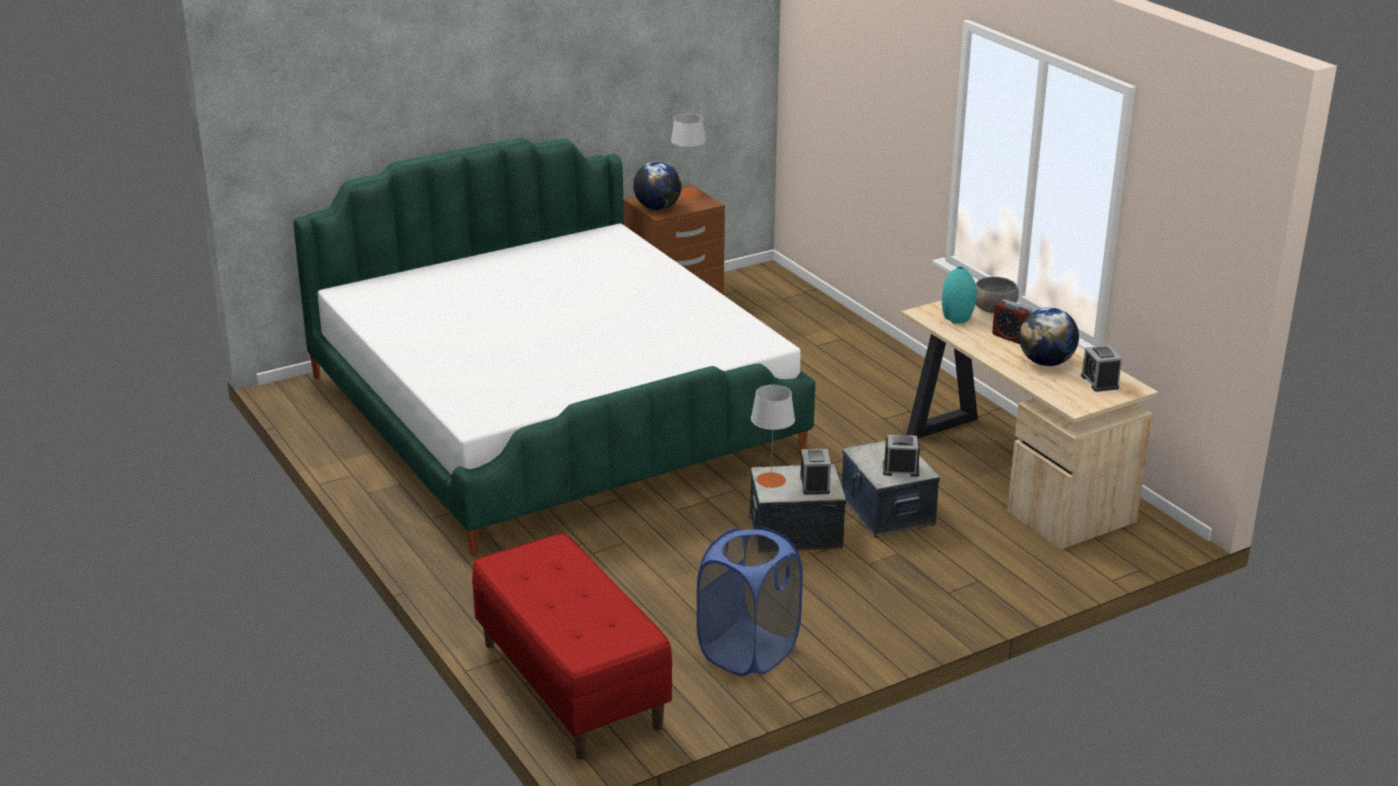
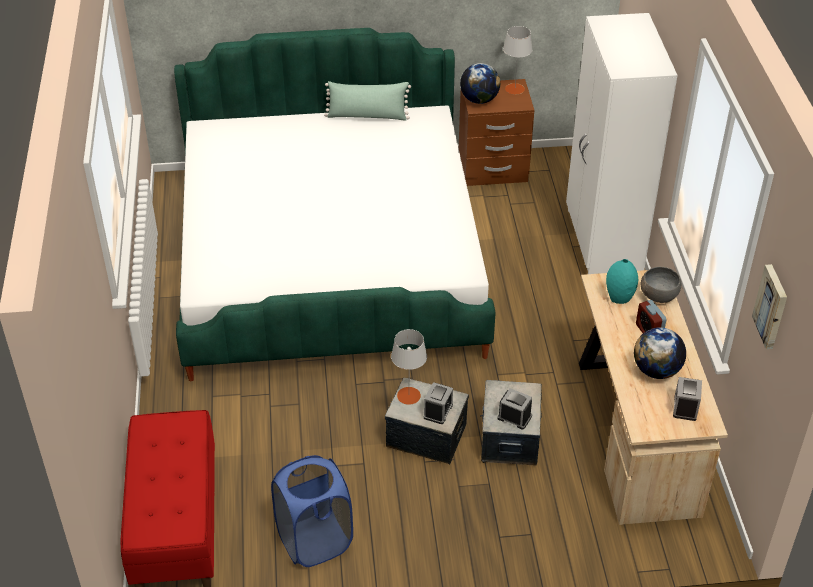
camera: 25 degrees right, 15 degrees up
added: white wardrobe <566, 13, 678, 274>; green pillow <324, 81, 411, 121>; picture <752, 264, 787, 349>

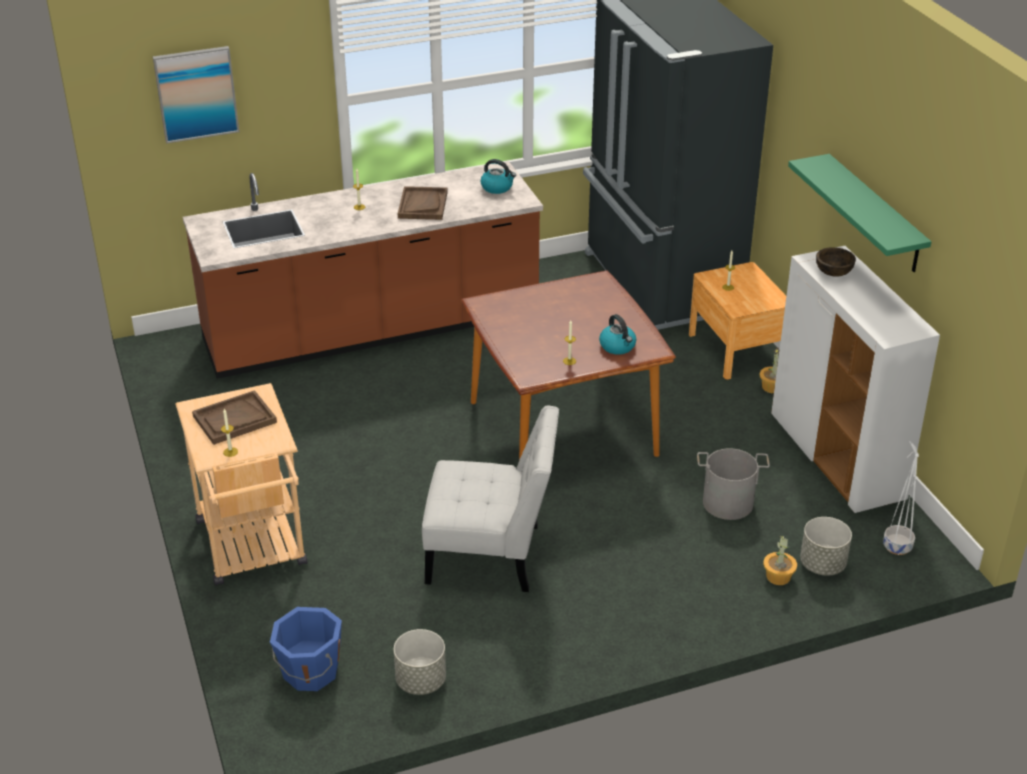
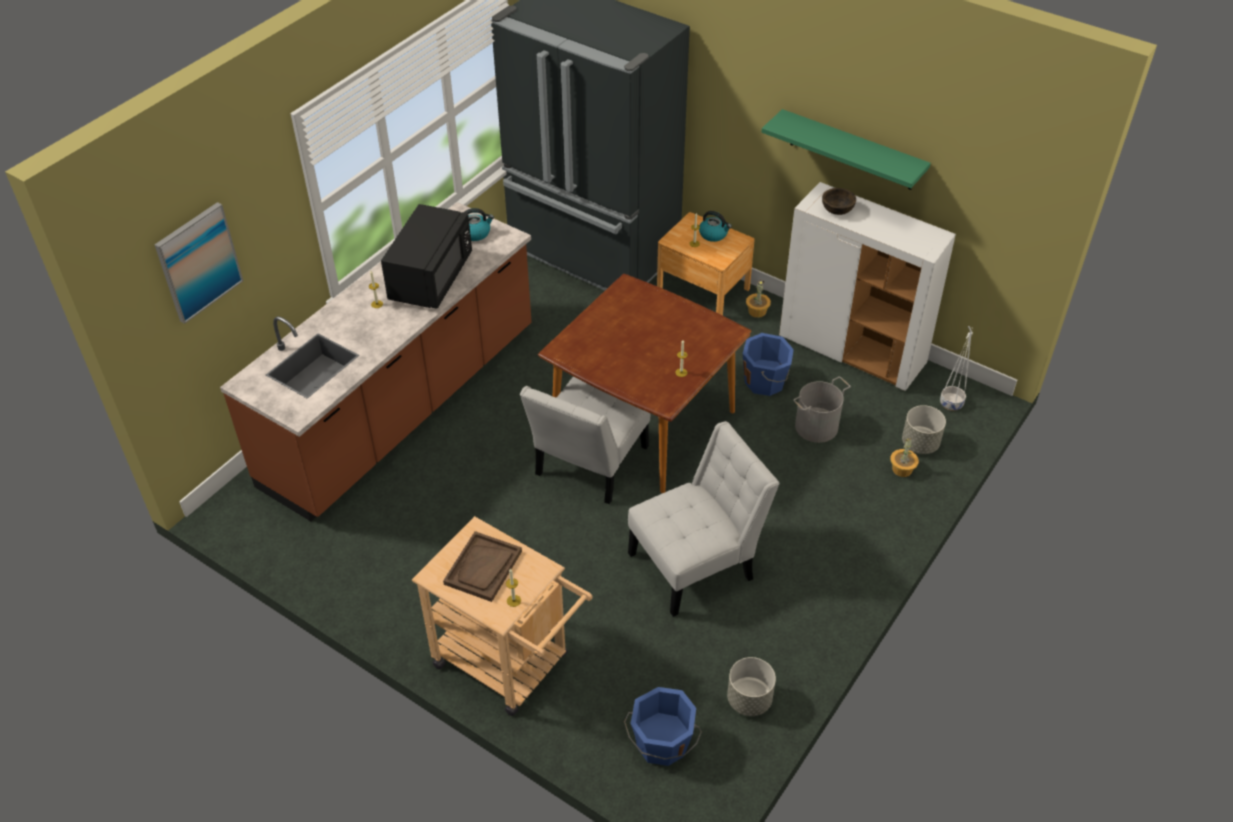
camera: 35 degrees left, 10 degrees up
added: blue bucket <743, 333, 794, 396>; white chair <520, 376, 651, 504>
moved: kettle <599, 314, 636, 355> to <699, 211, 732, 242>
replaced: brown tray <398, 186, 447, 220> to black microwave <381, 204, 472, 309>

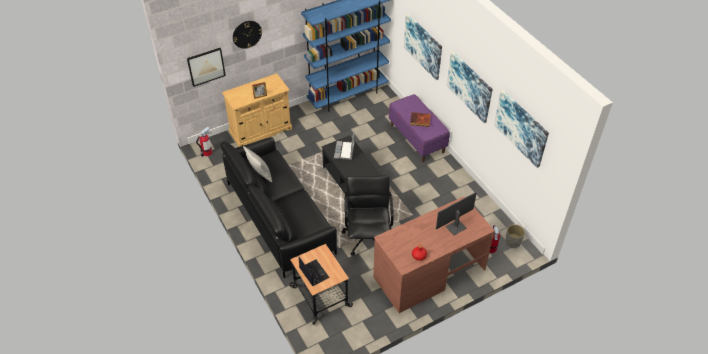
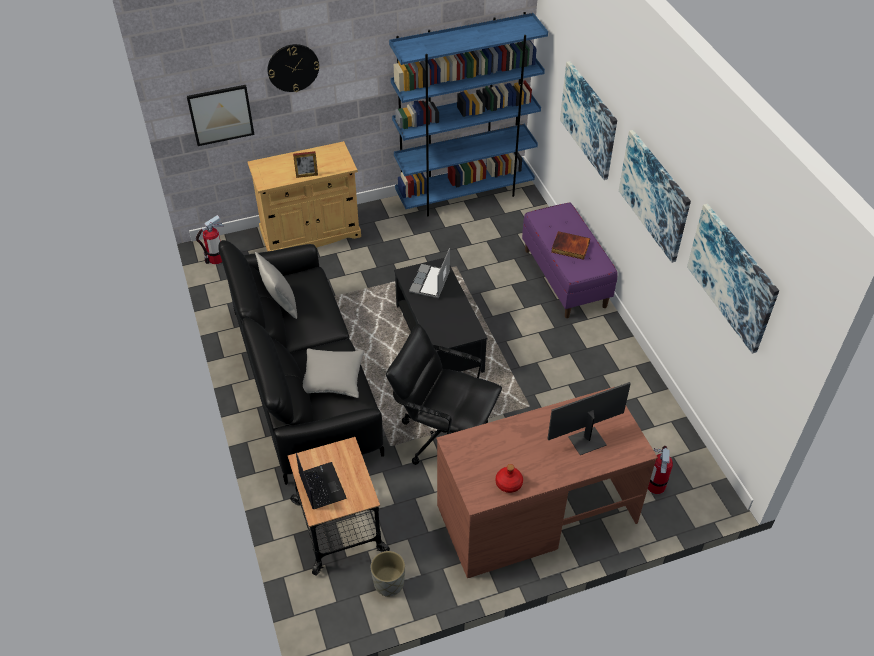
camera: 10 degrees right, 0 degrees up
added: grey pillow <303, 348, 364, 398>
moved: grey planter <505, 224, 525, 248> to <371, 551, 405, 597>
turned: black office chair <341, 175, 394, 256> = <386, 324, 502, 465> 75 degrees counterclockwise

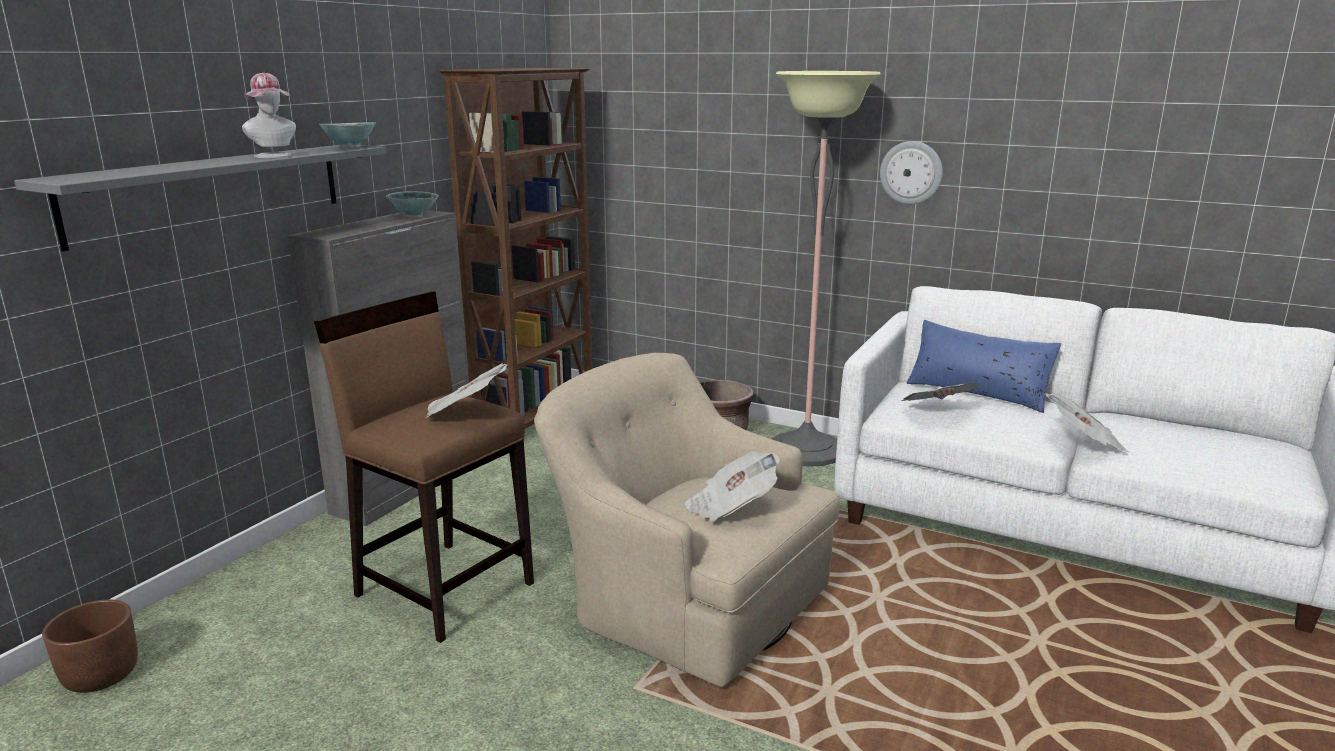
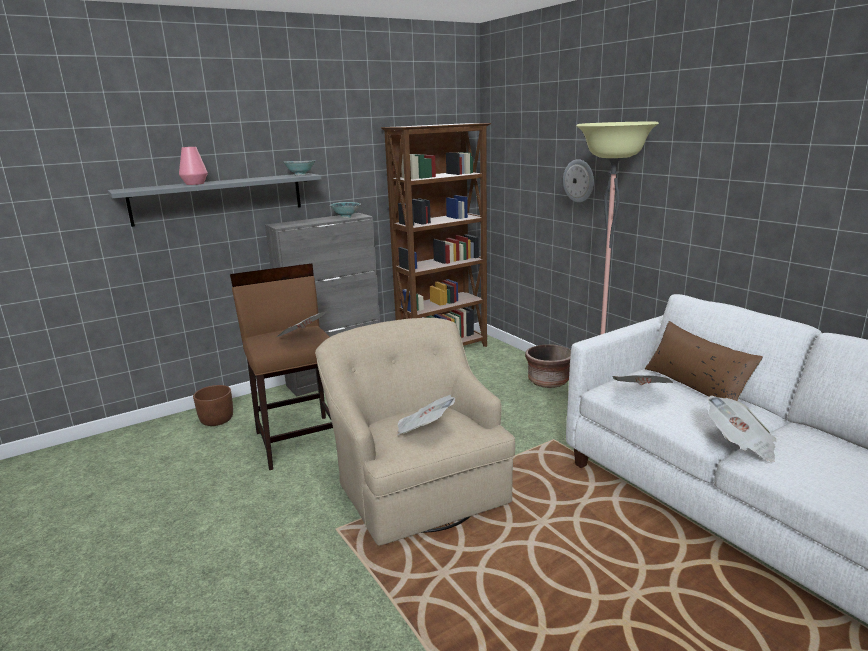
camera: 30 degrees right, 0 degrees up
removed: hat <242, 73, 296, 158>
added: pink vase <179, 147, 208, 185>
moved: wall clock <880, 141, 943, 204> to <563, 159, 594, 202>; brown planter <42, 600, 138, 693> to <193, 385, 233, 426>
recoloured: blue pillow <907, 320, 1061, 413> to brown pillow <645, 321, 763, 401>

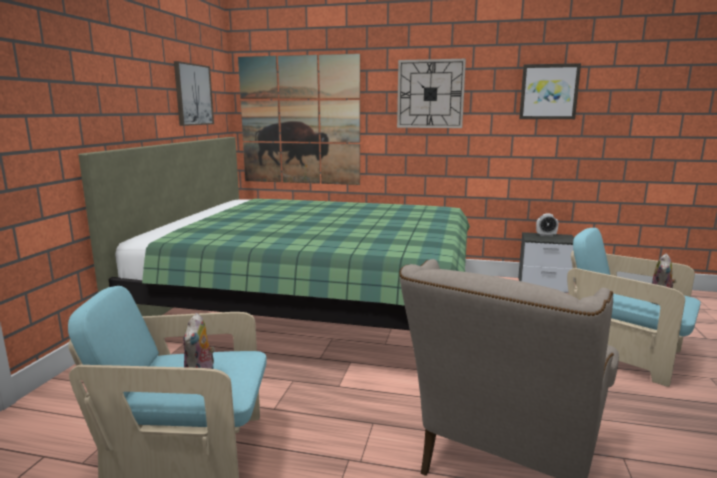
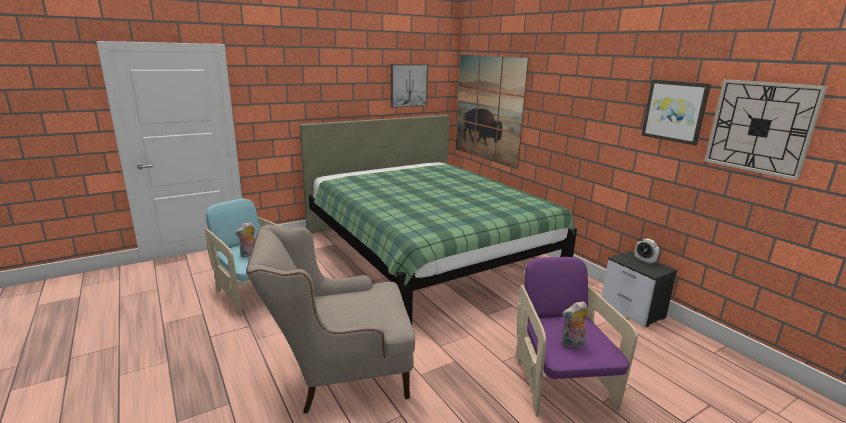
camera: 45 degrees right, 5 degrees up
moved: wall clock <397, 59, 466, 128> to <704, 79, 828, 181>
recoloured: turquoise armchair <567, 228, 701, 387> to purple armchair <516, 257, 638, 417>

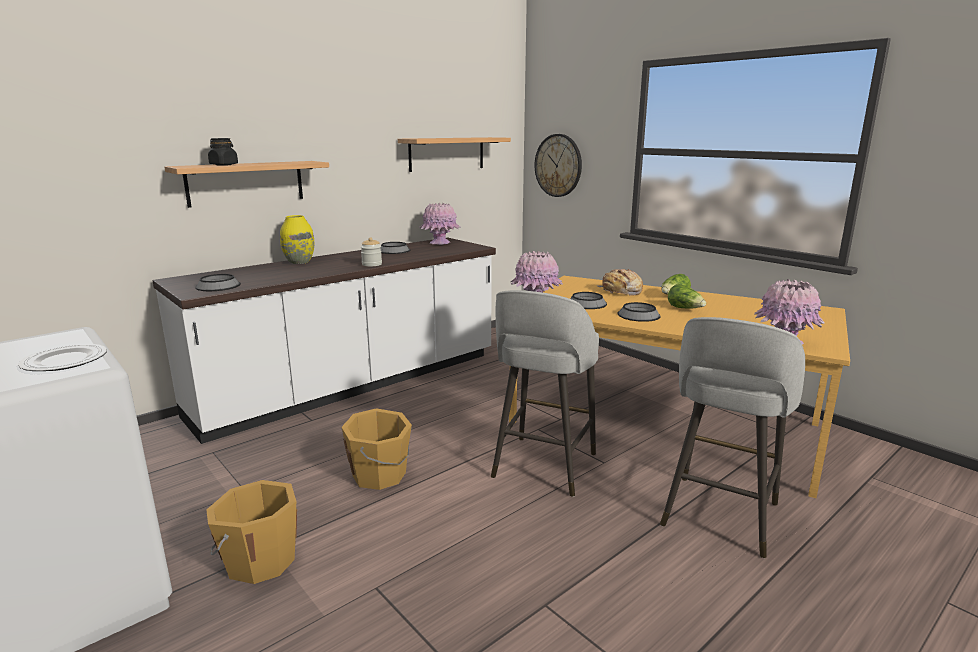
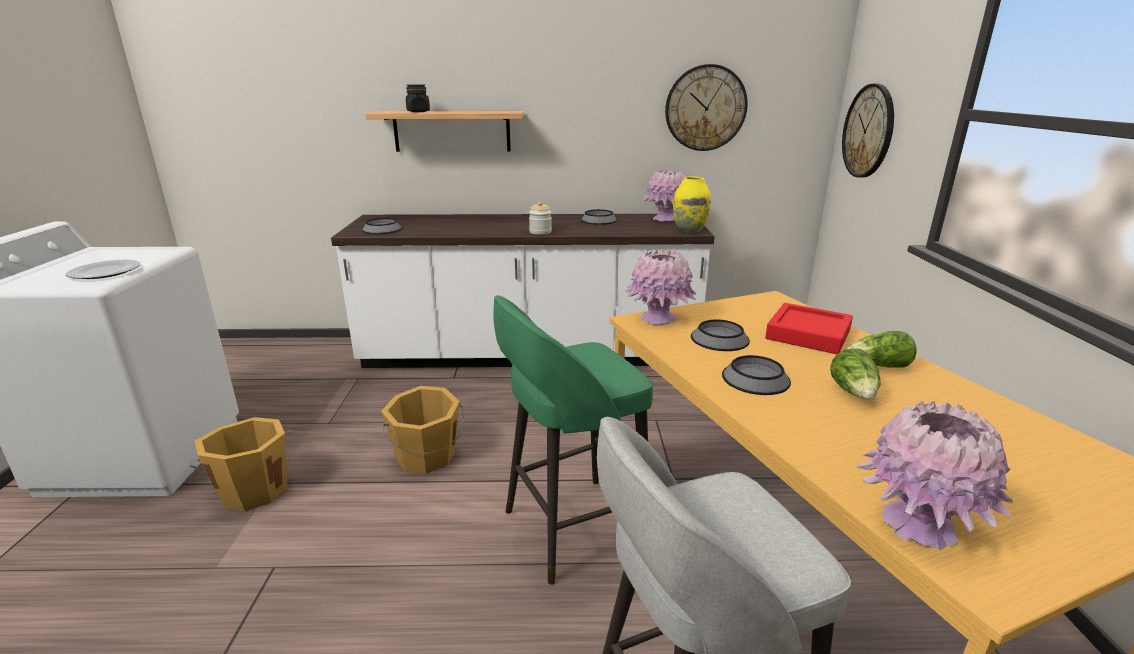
camera: 40 degrees right, 5 degrees up
moved: yellow vase <280, 215, 314, 264> to <673, 176, 711, 233>
replaced: shelf <398, 137, 511, 172> to wall clock <665, 64, 748, 151>; bread <597, 269, 643, 296> to red tray <765, 303, 853, 354>
recoloured: grey stool <491, 290, 599, 497> to green stool <493, 295, 653, 585>

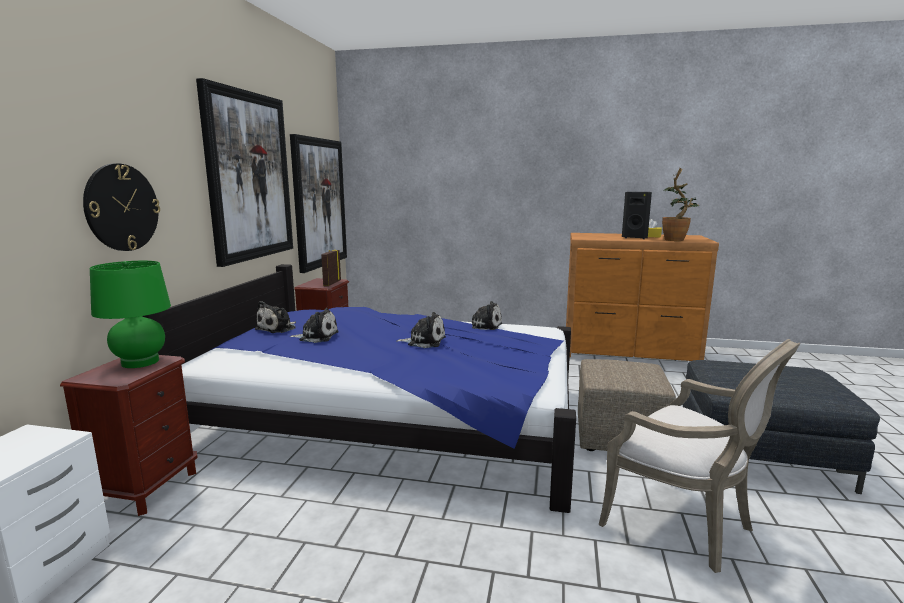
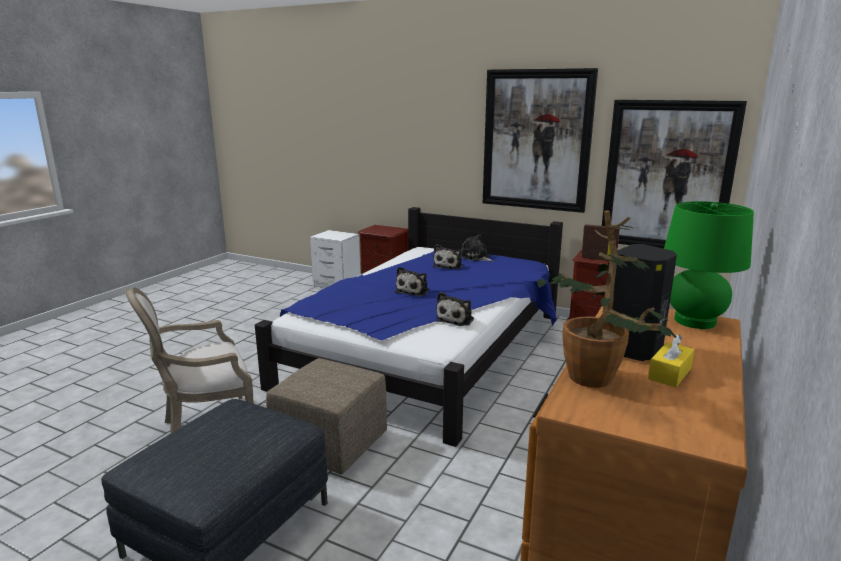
camera: 105 degrees right, 5 degrees up
removed: wall clock <83, 163, 160, 251>
moved: green table lamp <90, 261, 171, 368> to <664, 201, 754, 329>

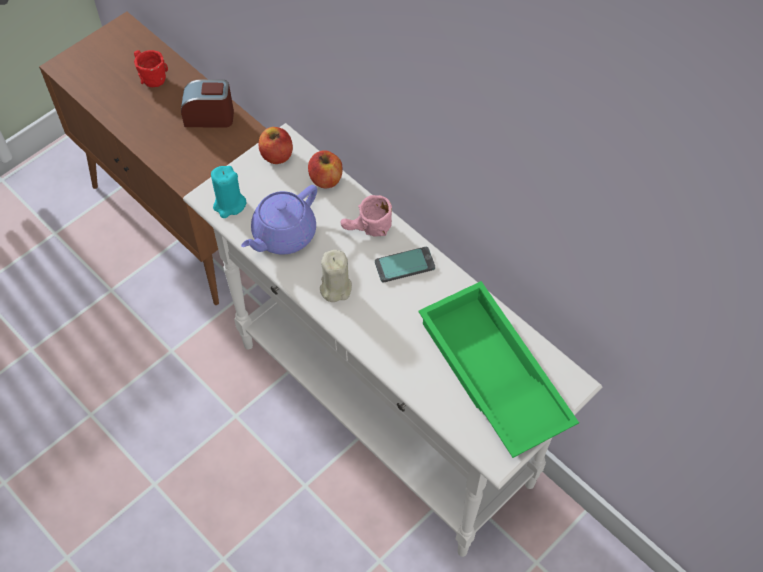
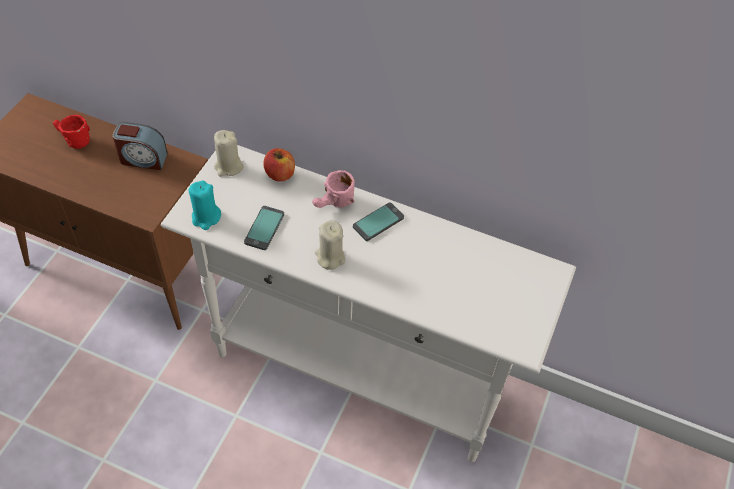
camera: 25 degrees left, 5 degrees down
removed: green tray <418, 281, 579, 458>
replaced: apple <258, 127, 293, 164> to beige candle <214, 130, 244, 177>; purple teapot <241, 185, 317, 254> to phone <244, 206, 284, 250>
turned: alarm clock <181, 79, 234, 128> = <113, 122, 168, 170> 150 degrees counterclockwise

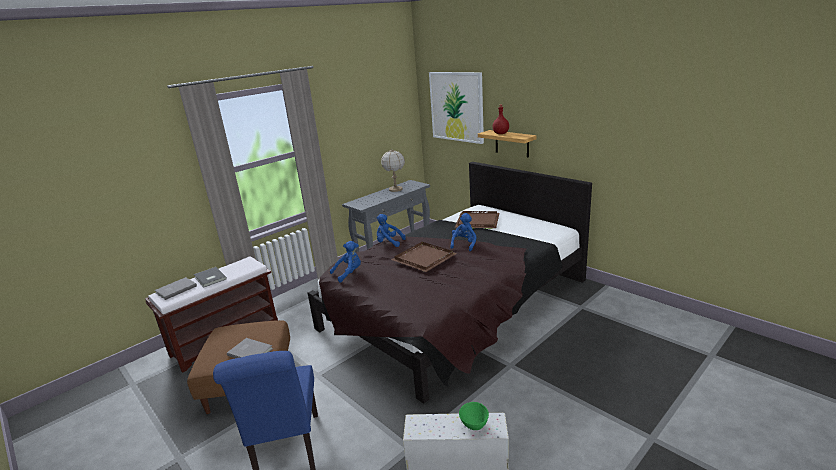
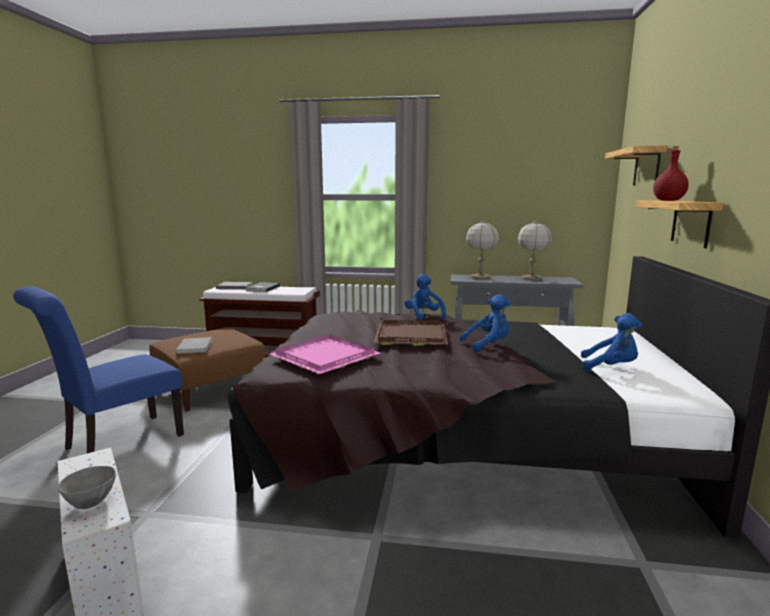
camera: 50 degrees right, 10 degrees down
removed: brown tray <455, 211, 499, 229>
added: table lamp <466, 219, 499, 280>; pink tray <270, 334, 380, 374>
moved: blue plush toy <330, 241, 361, 282> to <581, 313, 642, 371>
replaced: picture <429, 72, 484, 144> to shelf <605, 145, 667, 185>
recoloured: green bowl <459, 402, 489, 430> to grey bowl <58, 466, 116, 509>

